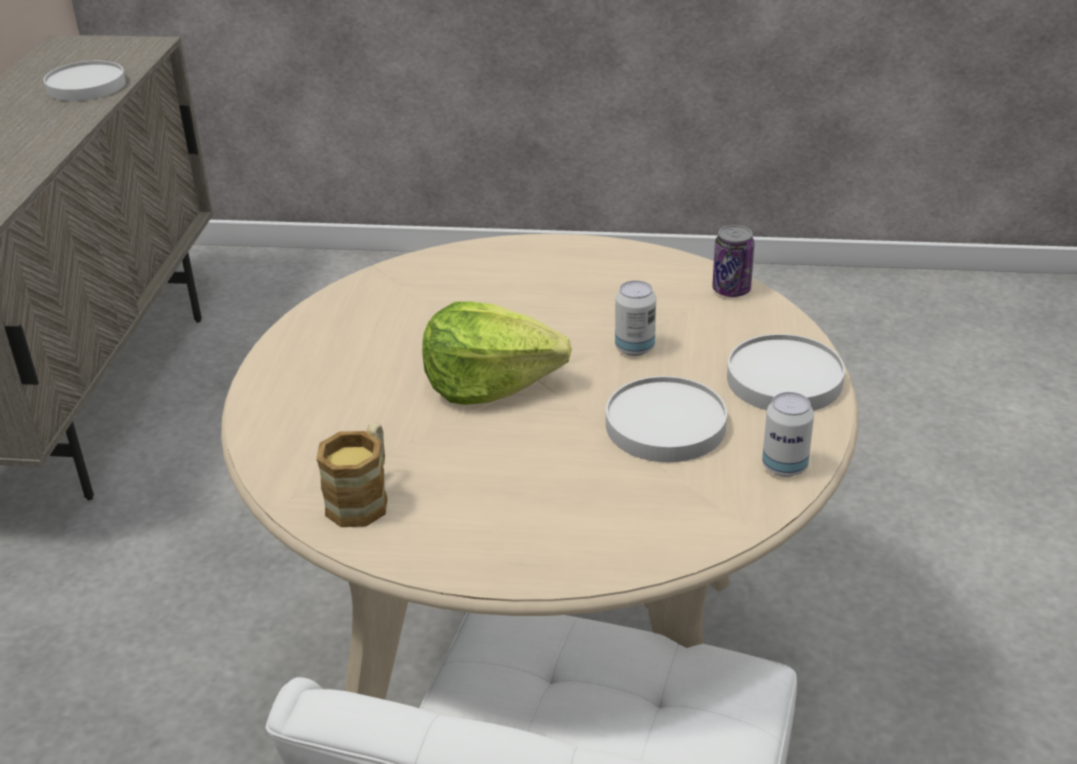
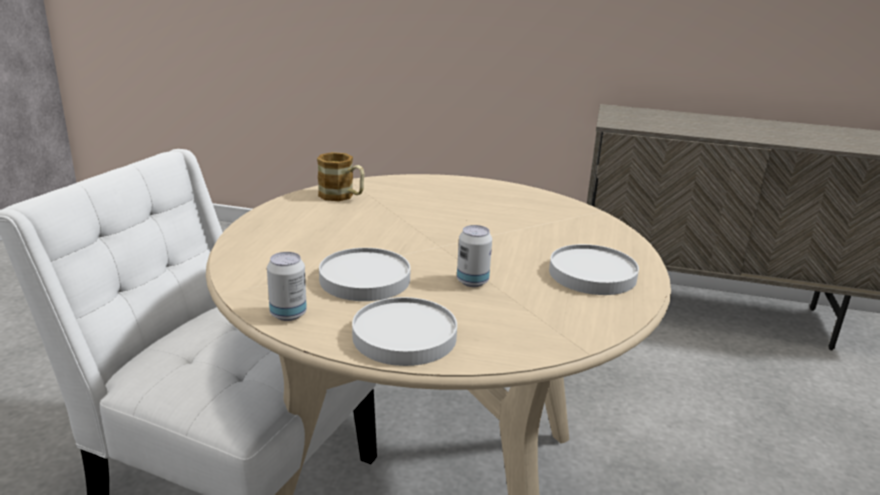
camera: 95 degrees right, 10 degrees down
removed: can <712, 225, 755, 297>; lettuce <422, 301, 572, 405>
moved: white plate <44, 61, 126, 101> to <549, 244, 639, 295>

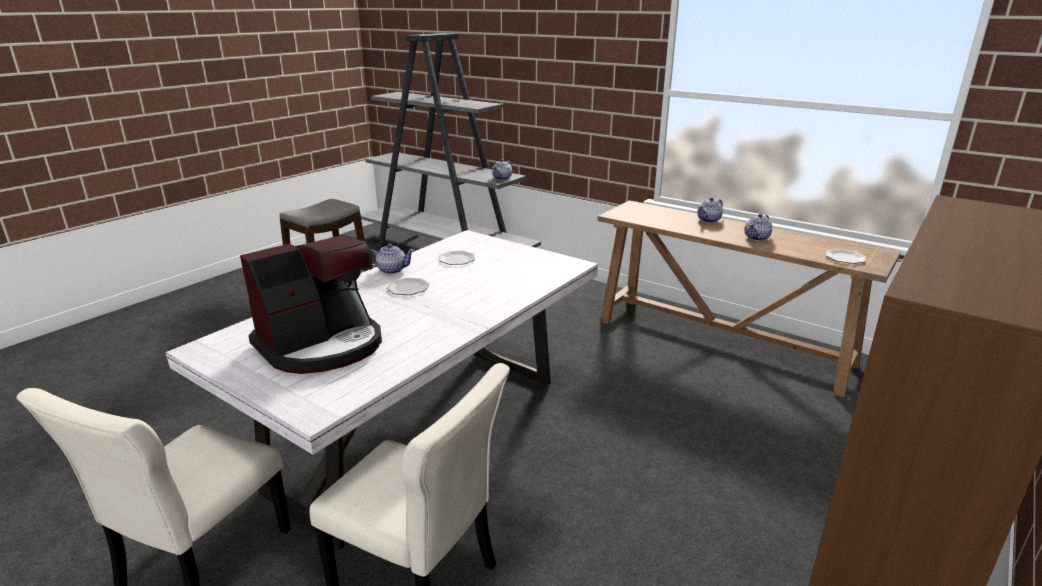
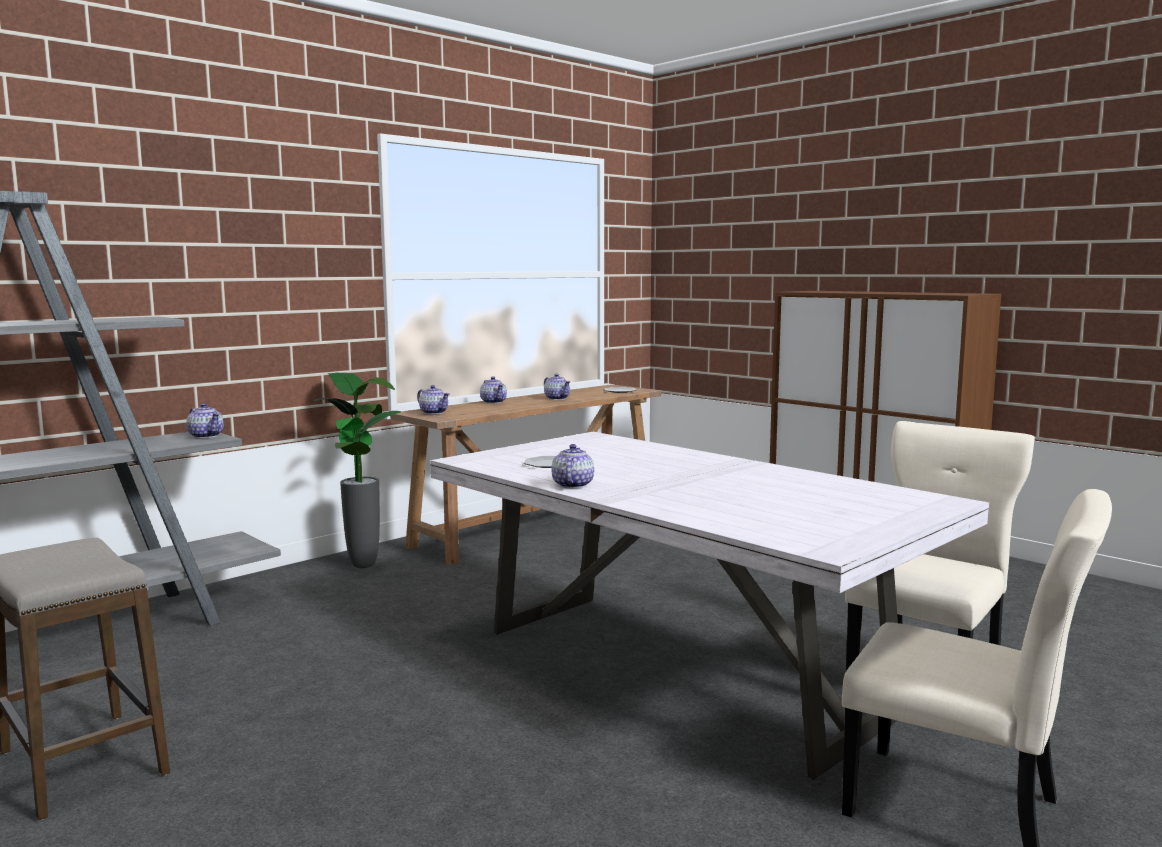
camera: 80 degrees left, 15 degrees down
removed: coffee machine <240, 235, 382, 374>; plate <387, 278, 429, 295>
added: potted plant <313, 373, 401, 568>; teapot <417, 385, 449, 414>

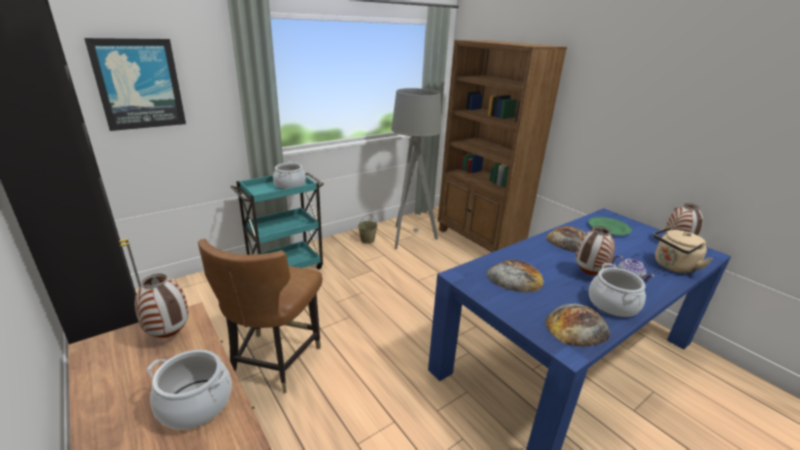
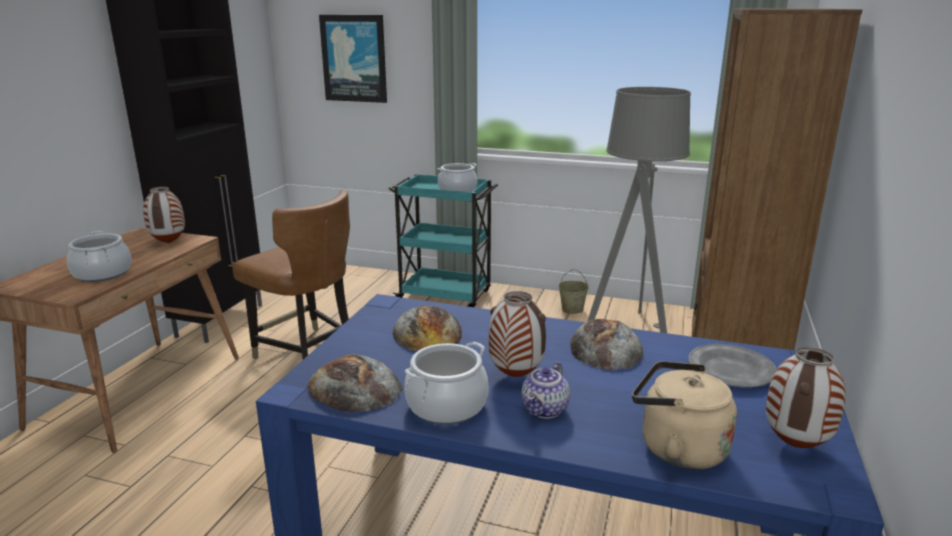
camera: 55 degrees right, 5 degrees down
recoloured: green plate <588, 217, 632, 235> to grey plate <688, 344, 777, 387>
turned: brown chair <198, 239, 322, 393> = <233, 190, 350, 359> 120 degrees counterclockwise

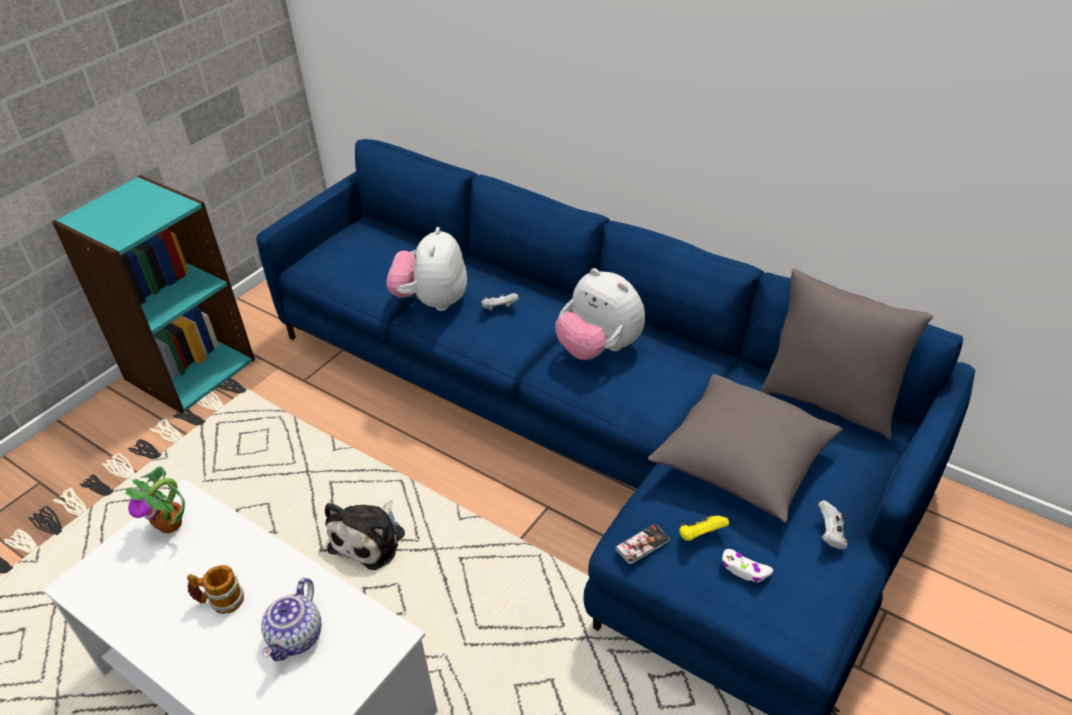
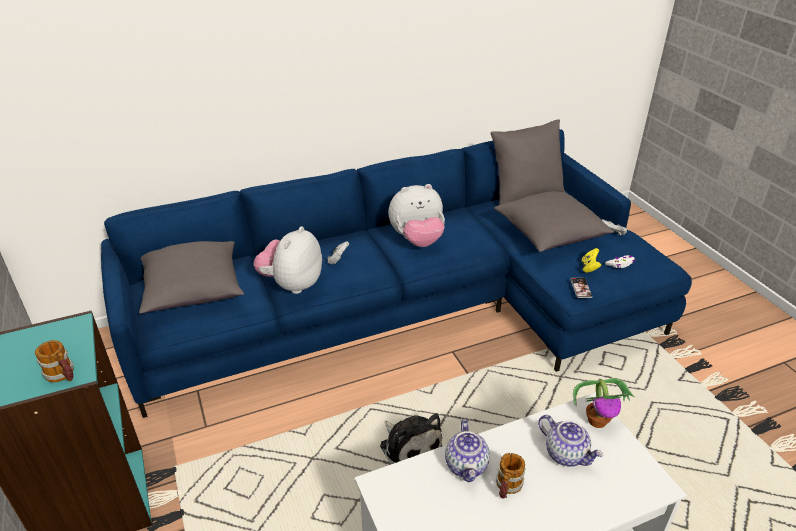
camera: 60 degrees left, 5 degrees down
added: grey pillow <139, 241, 244, 313>; mug <35, 340, 74, 382>; teapot <445, 419, 490, 483>
moved: potted plant <125, 466, 185, 533> to <573, 378, 635, 428>
turned: plush toy <386, 227, 467, 311> = <253, 226, 322, 294> 75 degrees clockwise

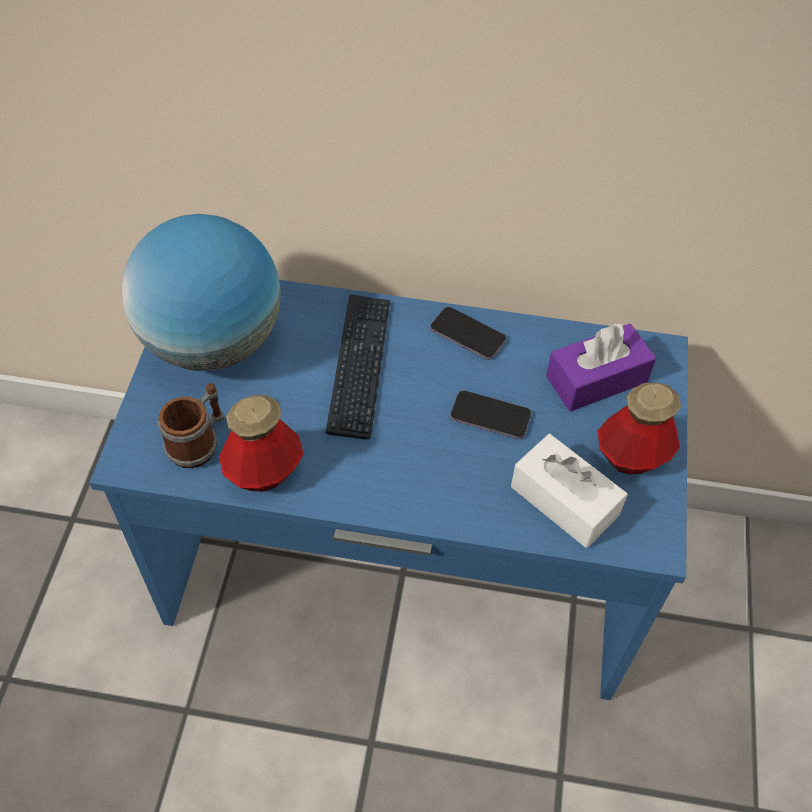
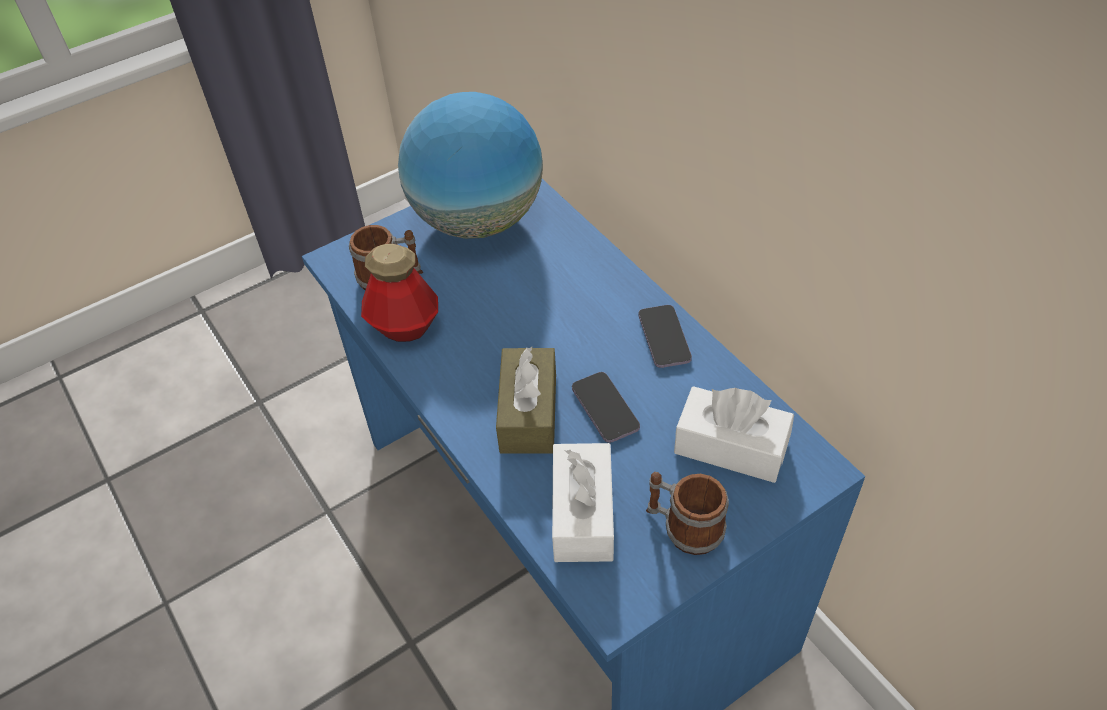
camera: 50 degrees right, 5 degrees down
removed: keyboard <326, 294, 390, 440>
added: brown tissue box <496, 347, 556, 454>
replaced: bottle <598, 383, 681, 474> to mug <646, 472, 729, 555>
recoloured: purple tissue box <546, 323, 656, 412> to white tissue box <674, 386, 794, 483>

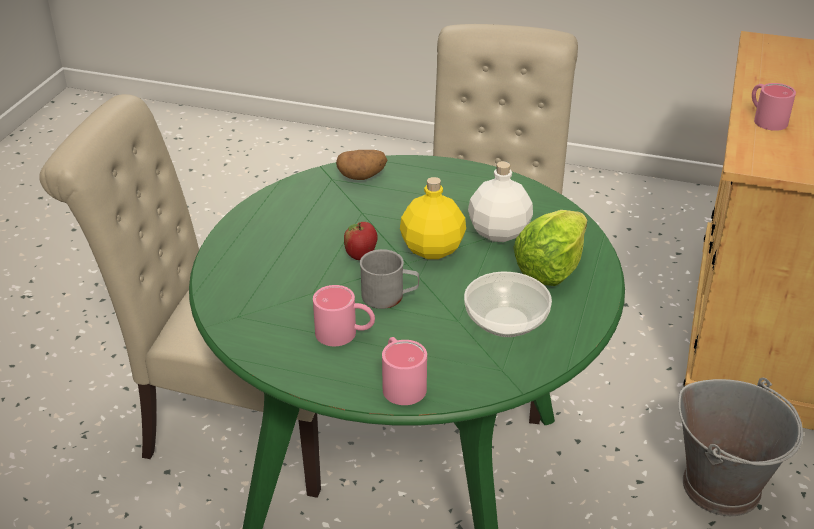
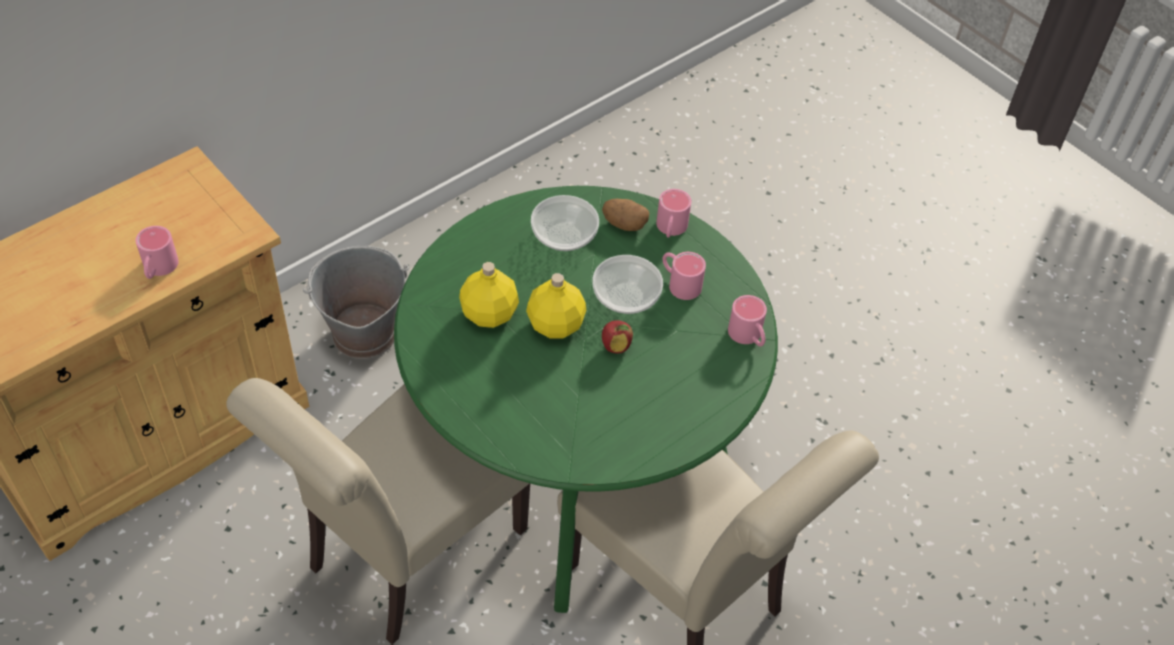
camera: 150 degrees left, 15 degrees up
removed: lettuce <513, 210, 587, 286>
added: pink mug <728, 295, 767, 346>
moved: potato <336, 150, 387, 180> to <602, 199, 649, 231>
replaced: grey mug <360, 249, 419, 309> to bowl <593, 255, 663, 314>
recoloured: white bottle <468, 161, 533, 242> to yellow bottle <459, 262, 519, 328>

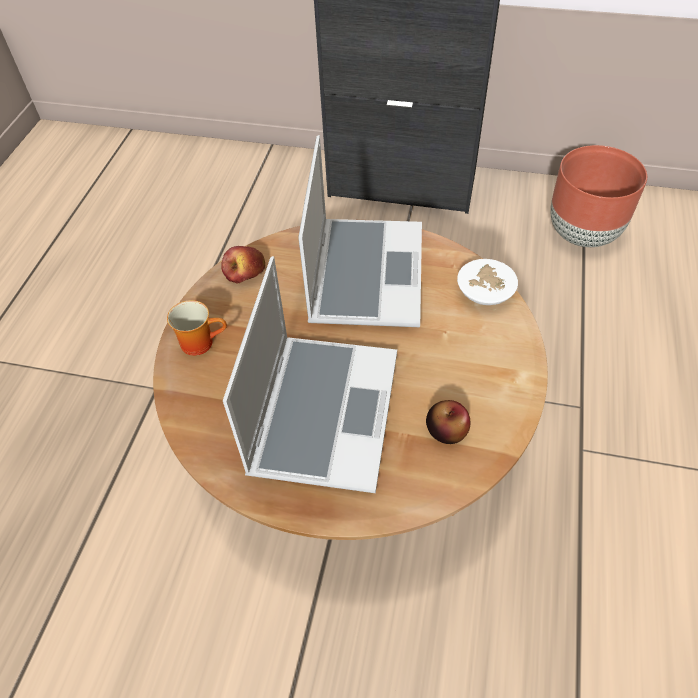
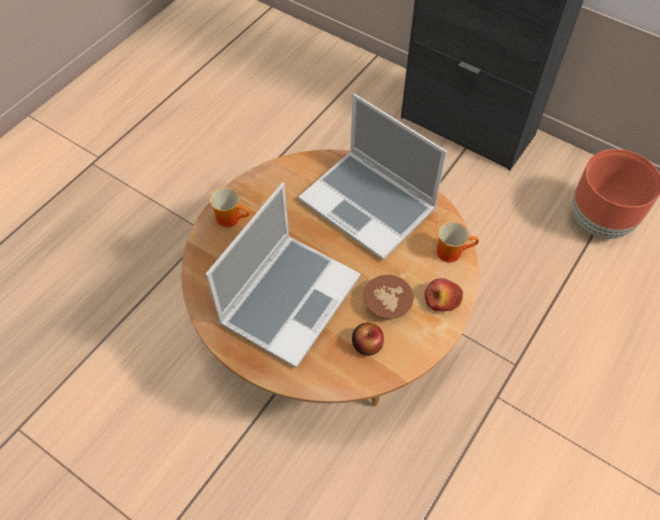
camera: 20 degrees right, 5 degrees up
added: brown bowl <364, 275, 414, 319>
moved: apple <221, 246, 265, 284> to <425, 278, 463, 311>
replaced: white bowl <457, 259, 518, 305> to mug <437, 221, 479, 263>
turned: laptop <298, 135, 422, 327> = <298, 93, 447, 260> 105 degrees clockwise

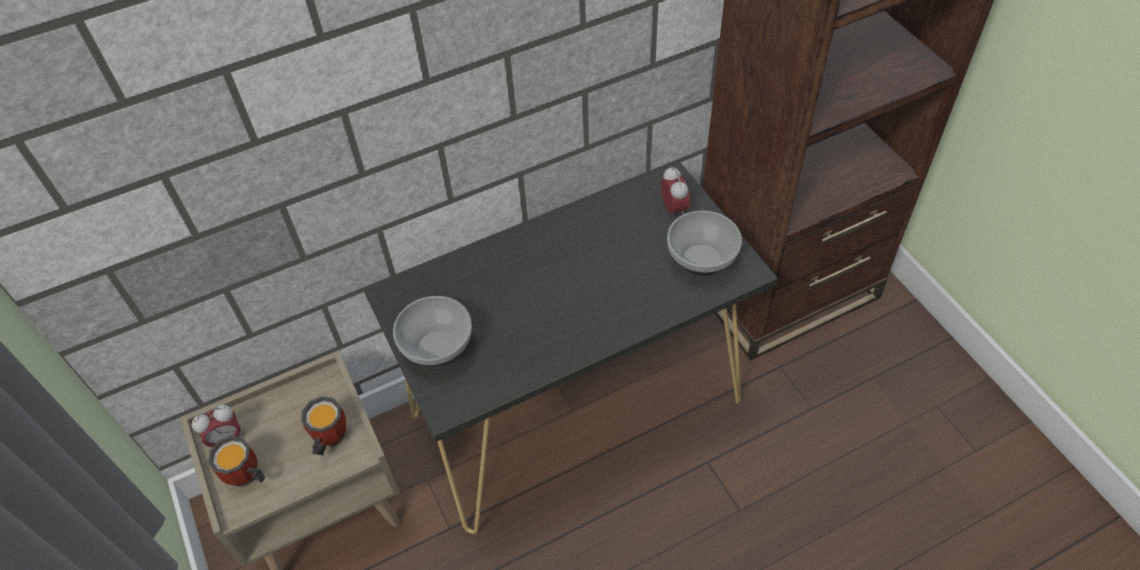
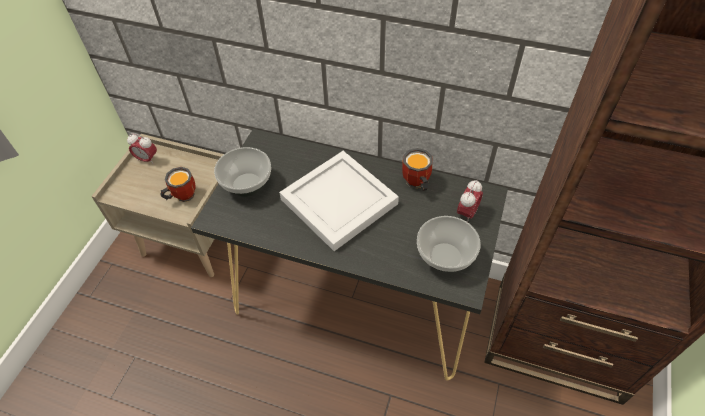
camera: 45 degrees right, 0 degrees up
added: white tray <279, 151, 399, 251>
moved: mug <208, 436, 265, 487> to <402, 148, 433, 191>

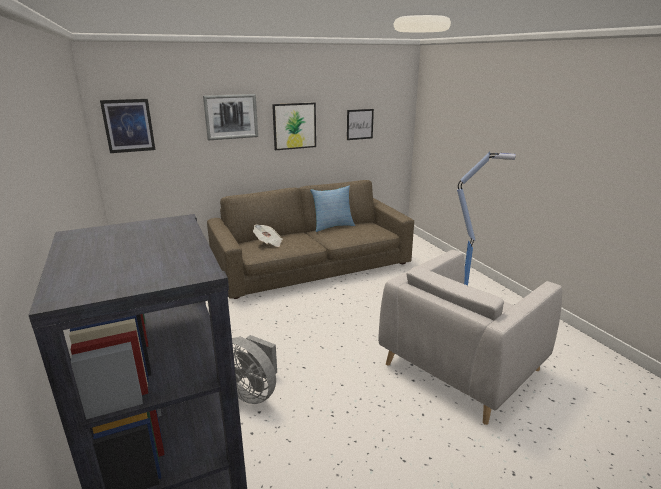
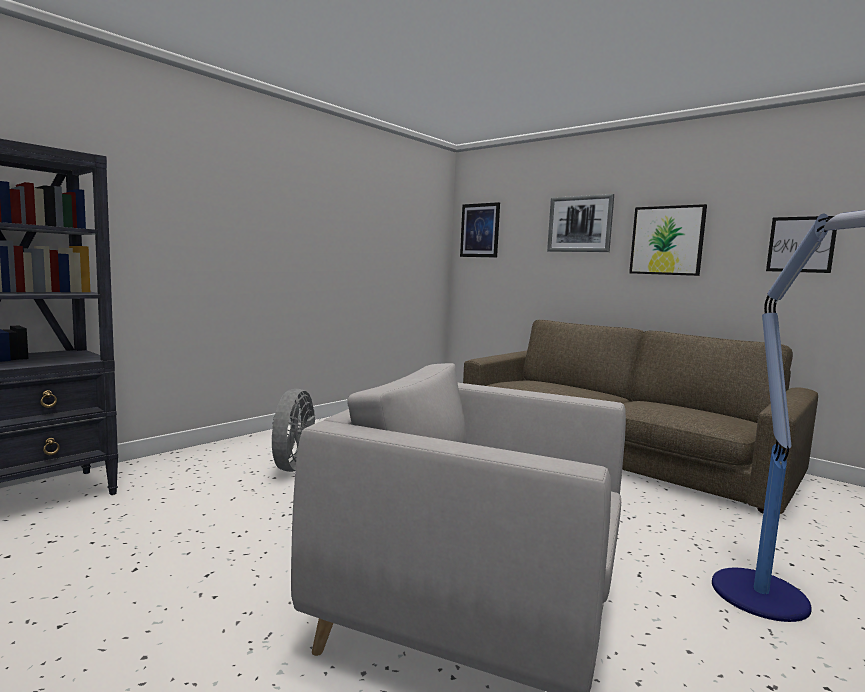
camera: 65 degrees right, 15 degrees down
removed: pillow <310, 185, 355, 232>; newspaper <253, 224, 283, 247>

